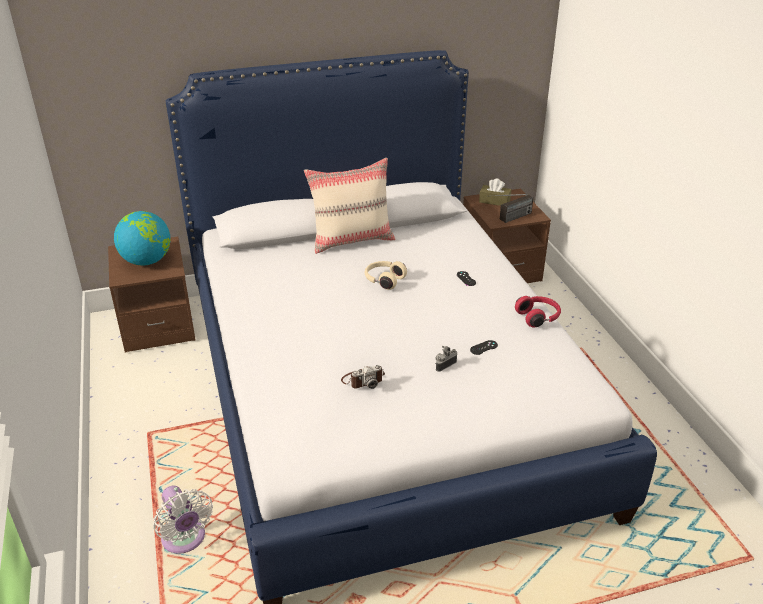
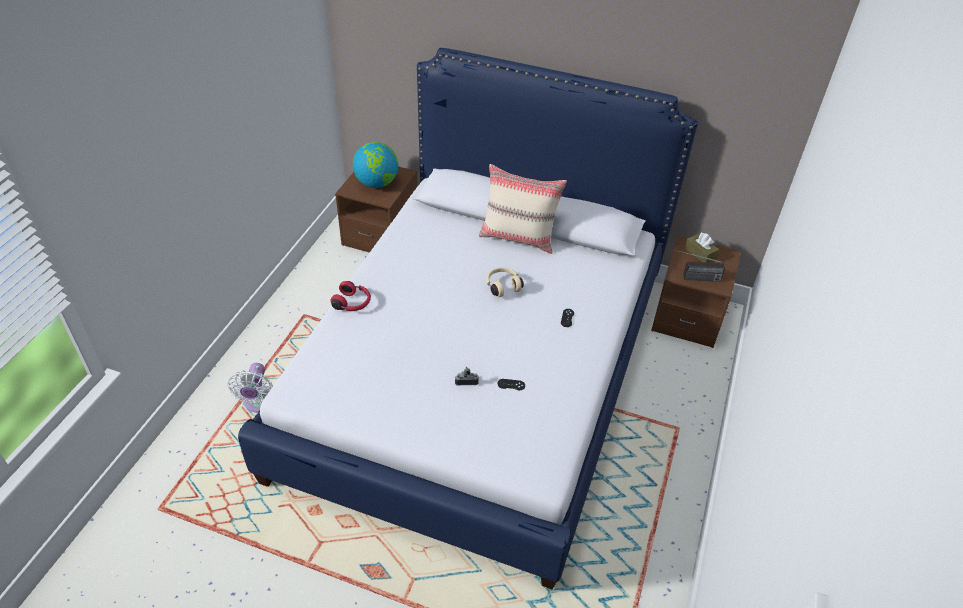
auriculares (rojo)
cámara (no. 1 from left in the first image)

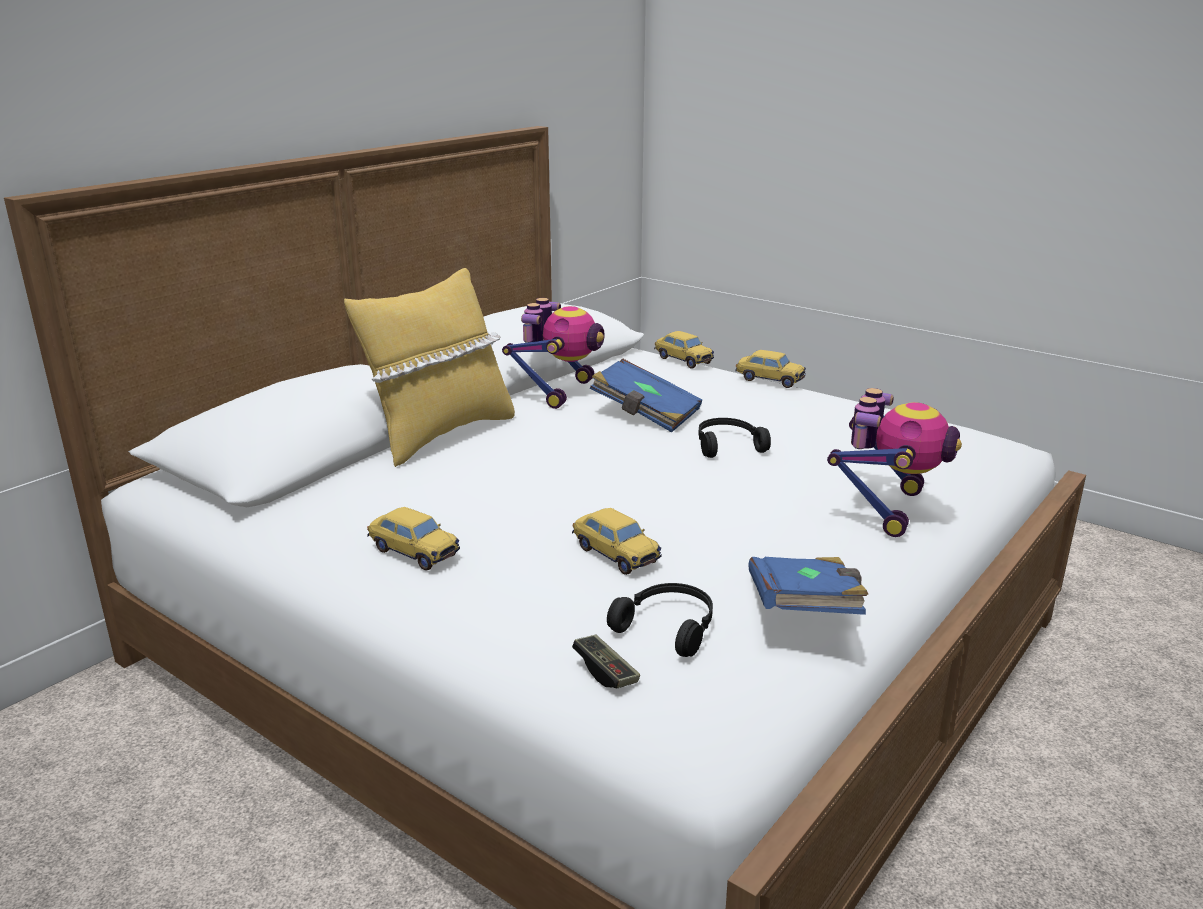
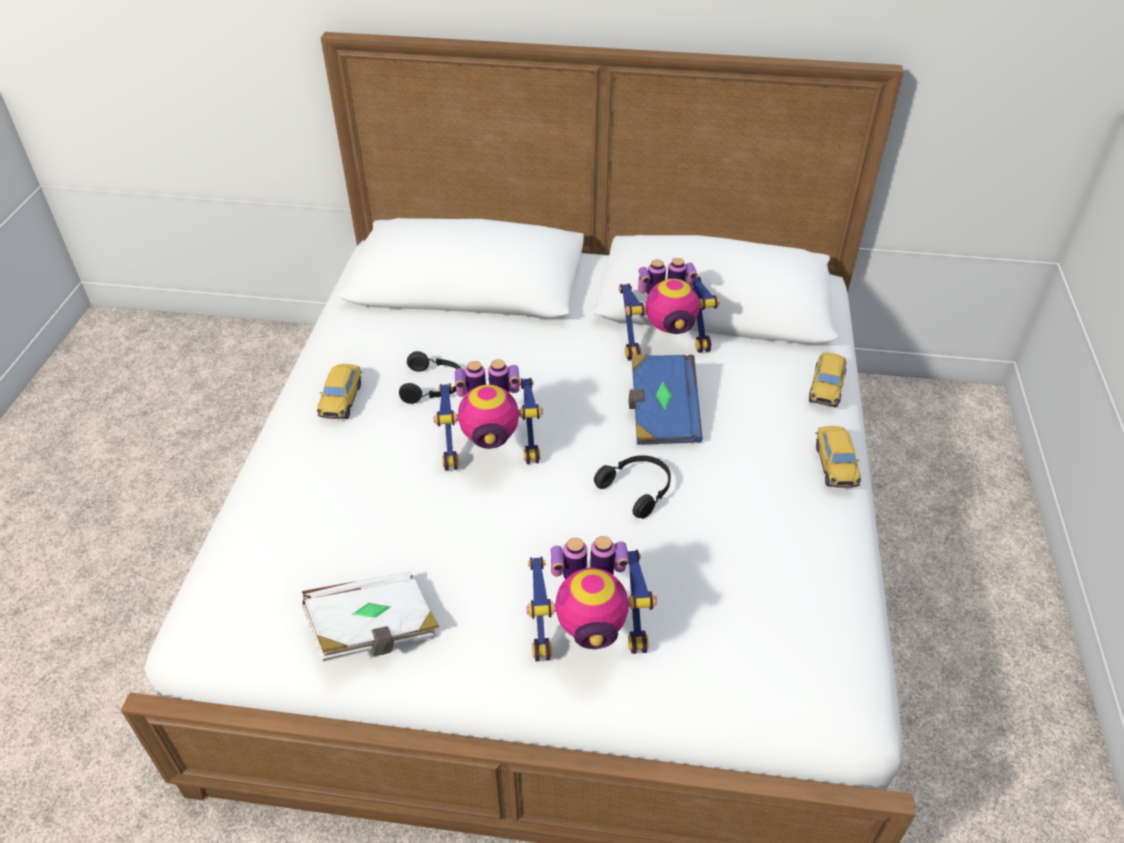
libro (blanco)
auriculares (negro) (no. 1 from left)
robot de juguete (no. 1 from left)
cojín (amarillo)
coche de juguete (no. 2 from left in the first image)
mando de consola

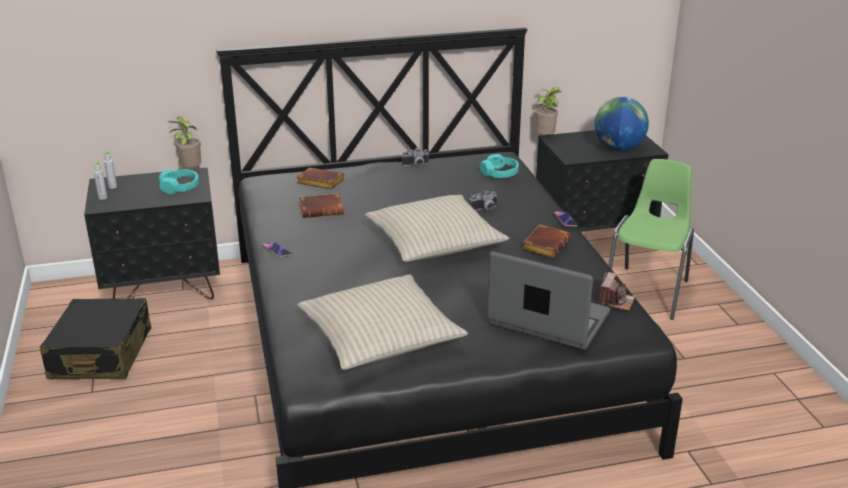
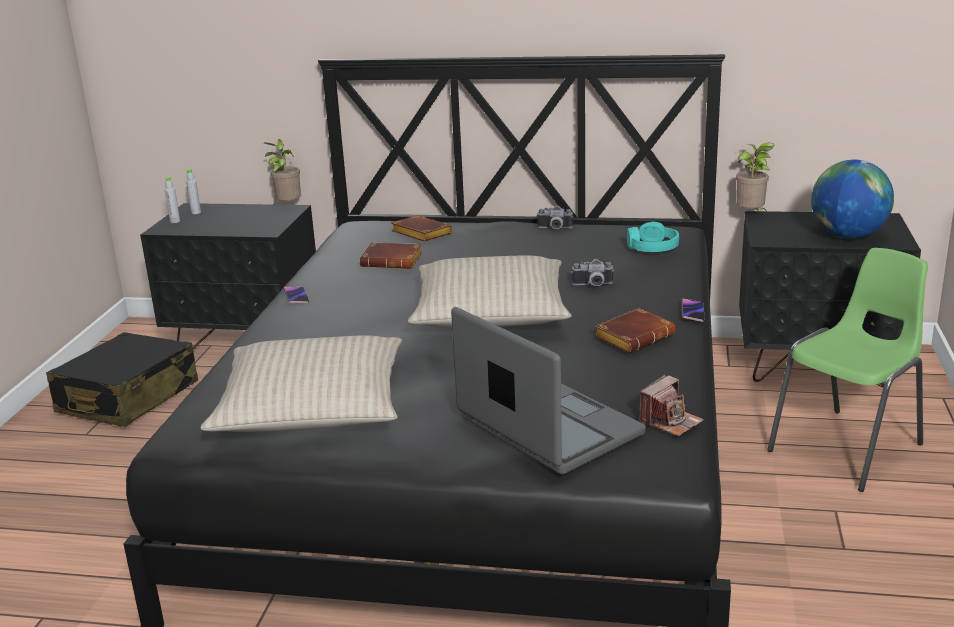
auriculares (turquesa) (no. 1 from left in the first image)

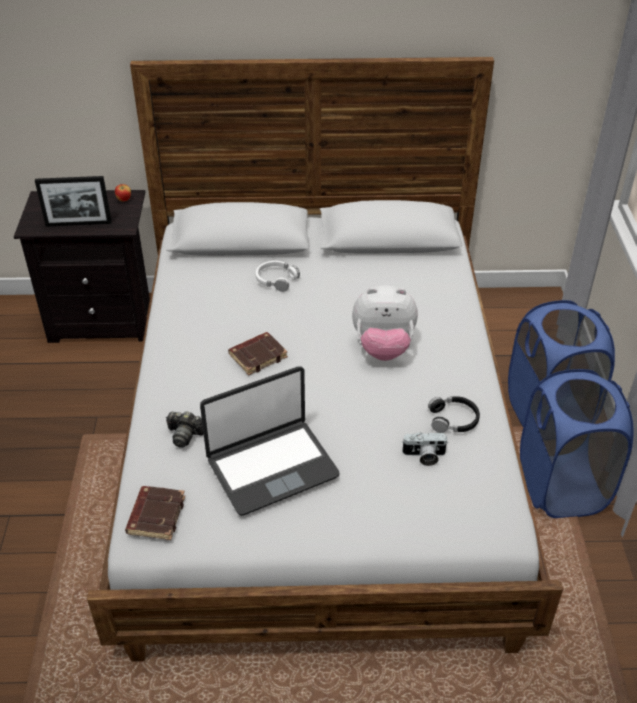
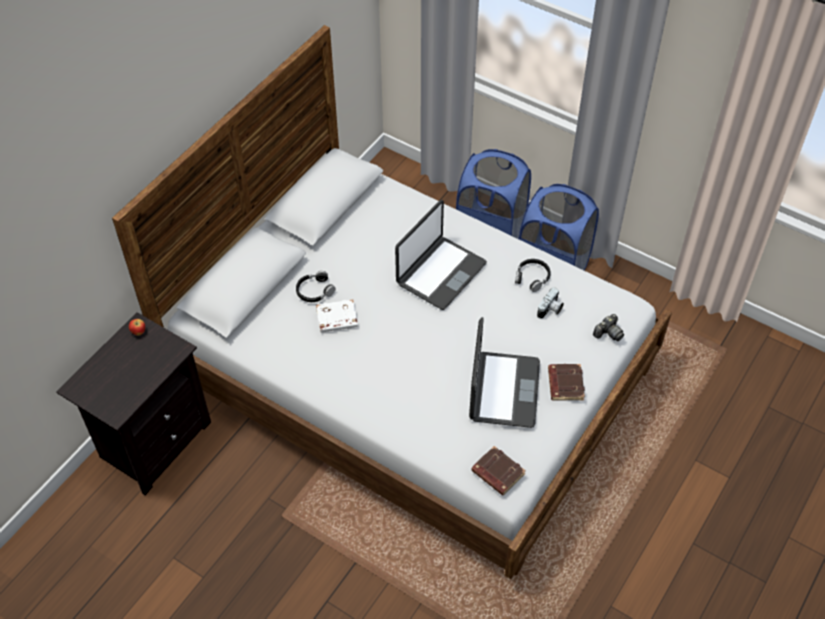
auriculares (negro) (no. 1 from left)
libro (blanco)
portátil (no. 1 from left)
libro (marrón) (no. 2 from left)
cámara (no. 2 from left)
portarretratos

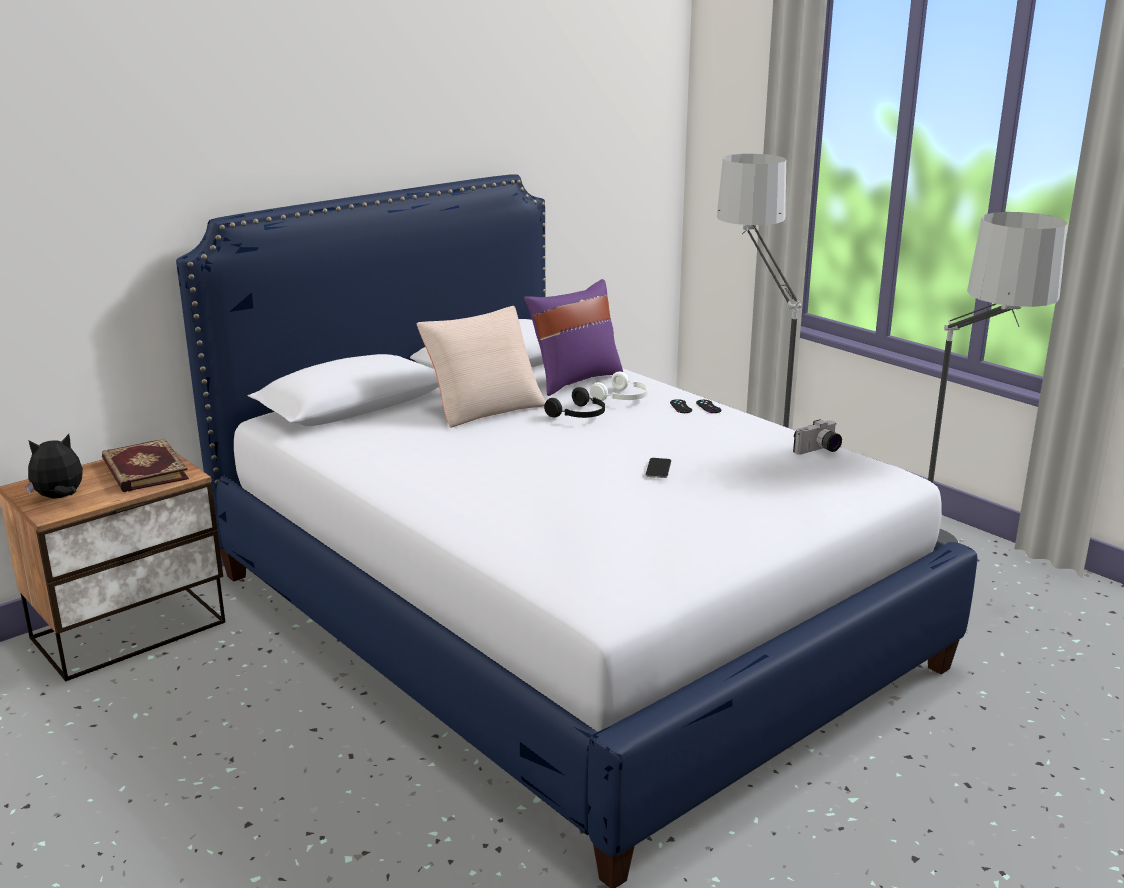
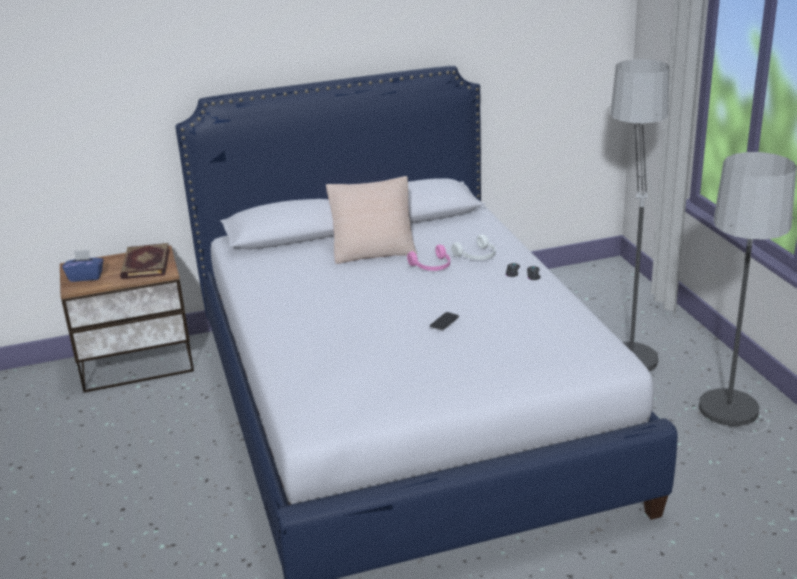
caja de pañuelos (azul)
auriculares (rosa)
cojín (morado)
cámara

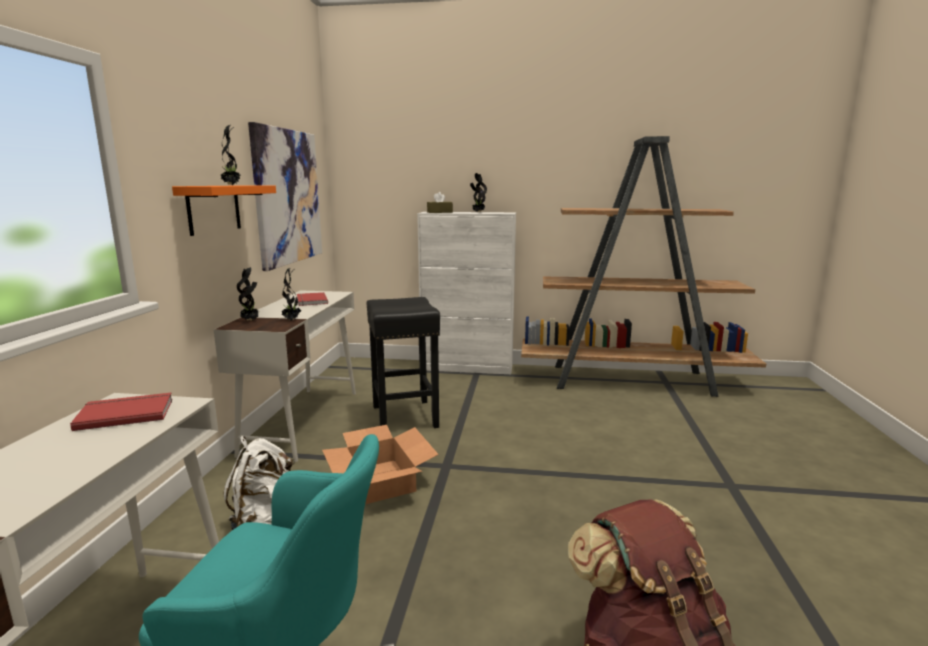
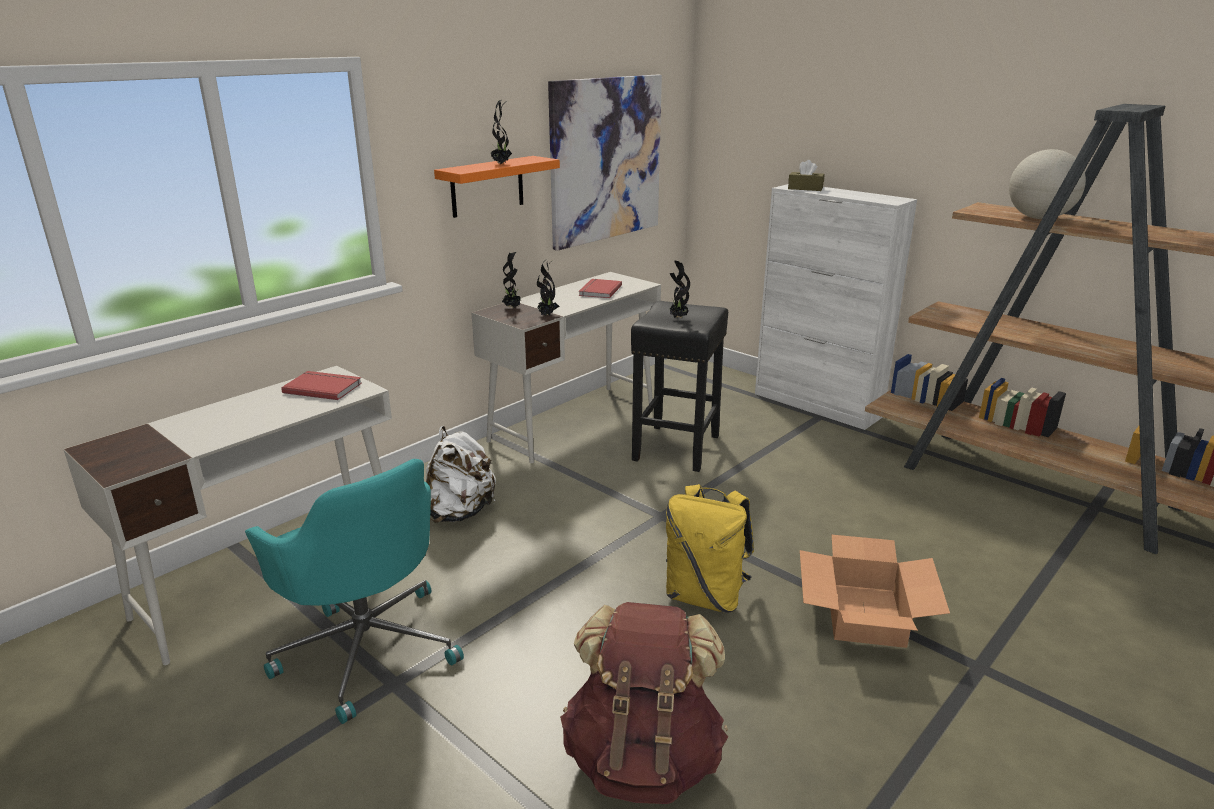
mochila (amarillo)
planta en maceta (no. 4 from left)
caja de cartón
globo terráqueo

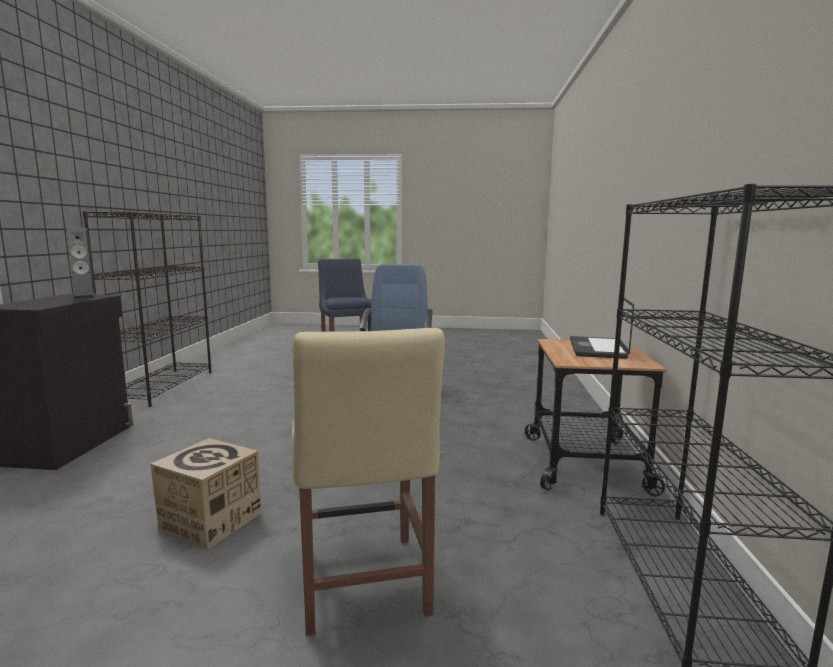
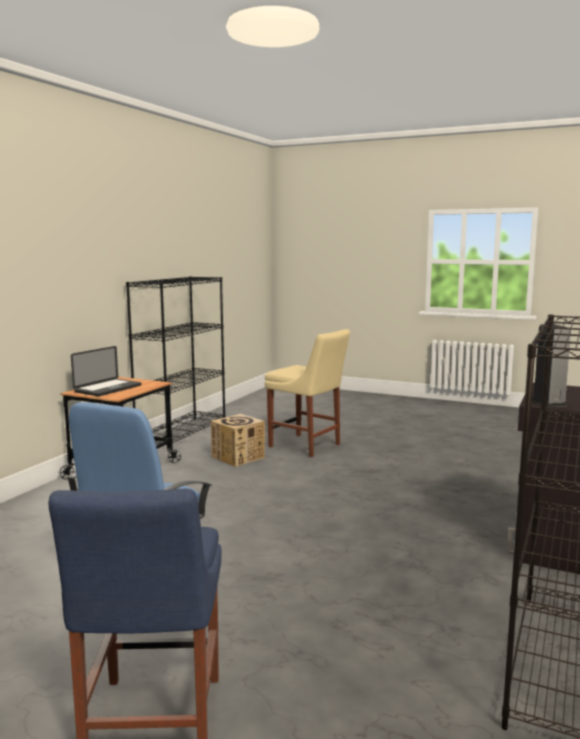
caja de cartón
silla (beis)

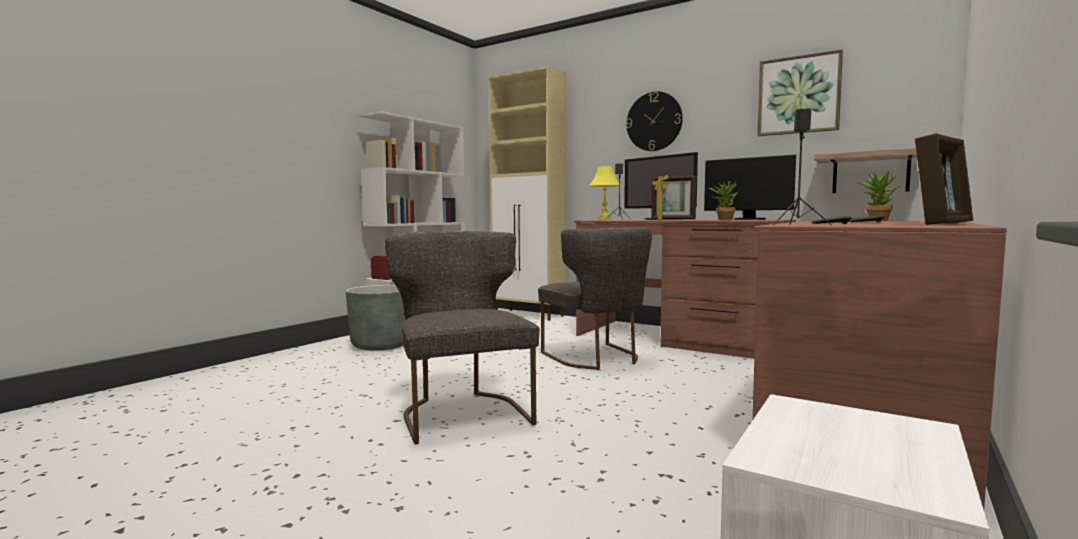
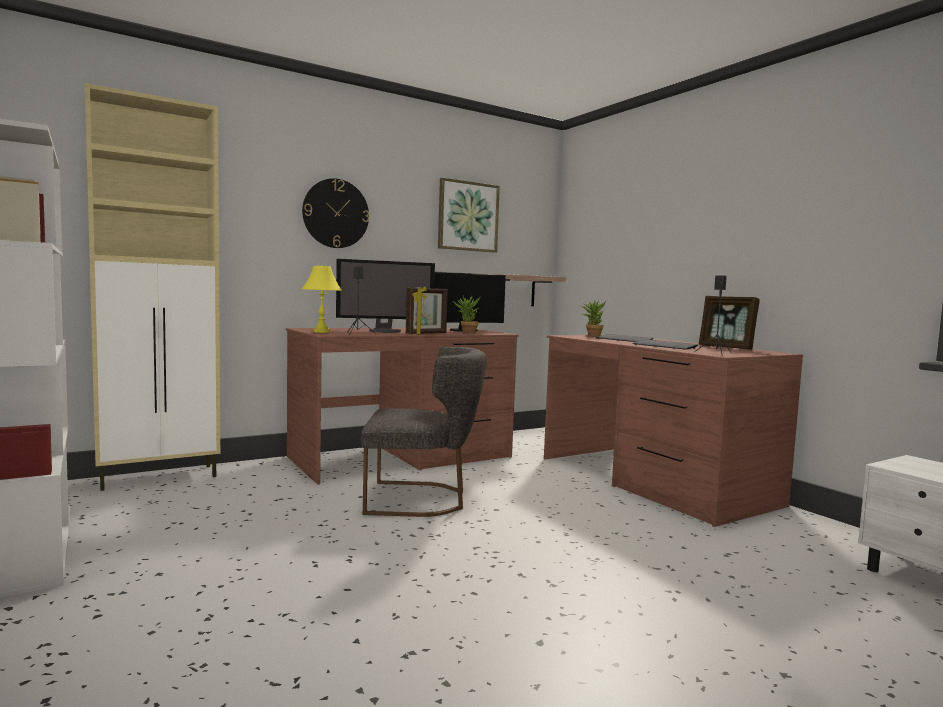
portarretratos (no. 2 from left)
maceta (gris)
silla (gris) (no. 1 from left in the first image)

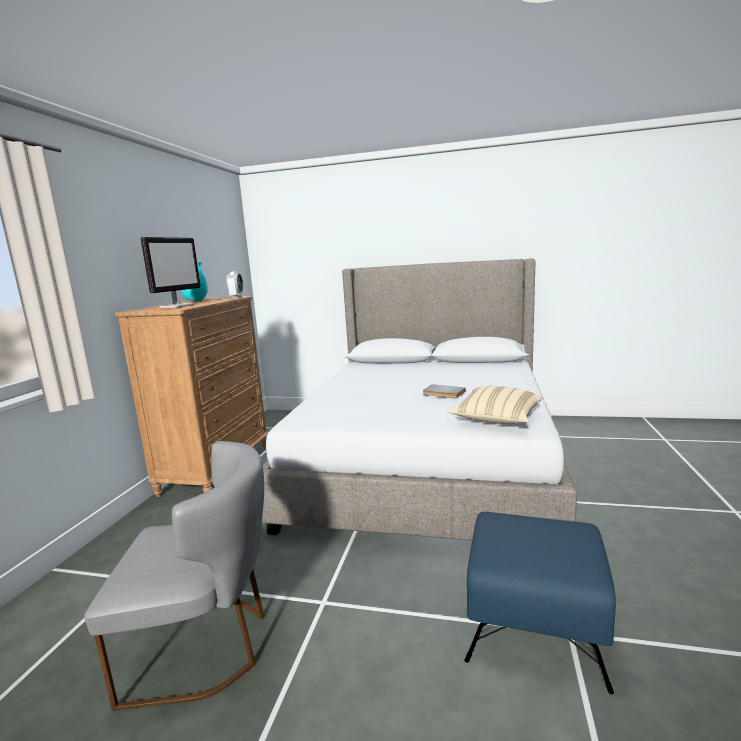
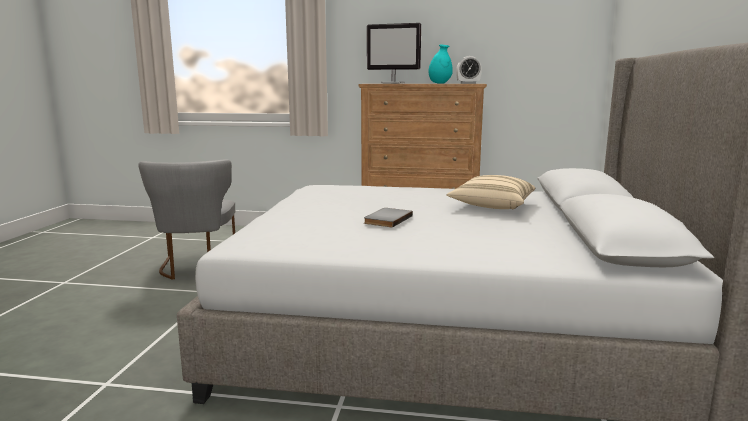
cojín (beis)
puf (azul)

